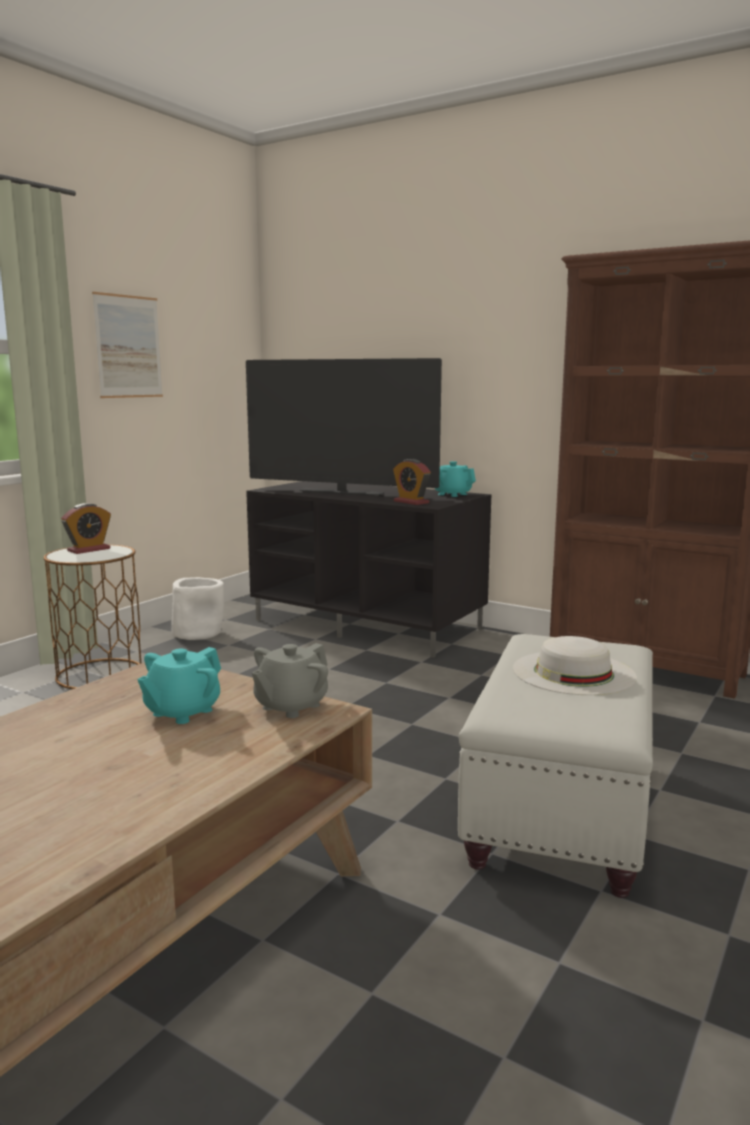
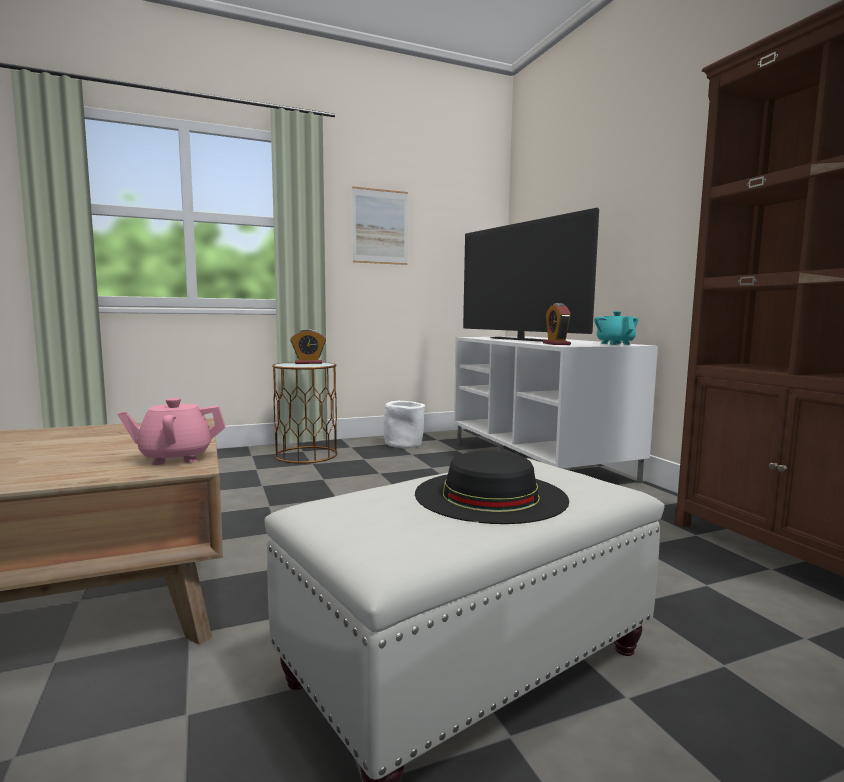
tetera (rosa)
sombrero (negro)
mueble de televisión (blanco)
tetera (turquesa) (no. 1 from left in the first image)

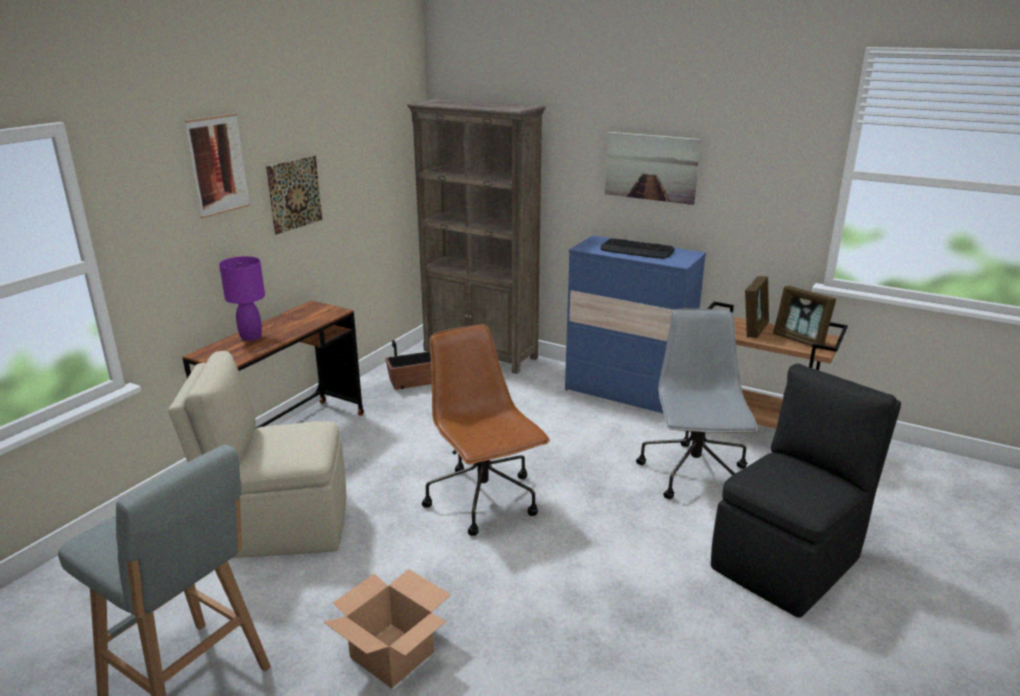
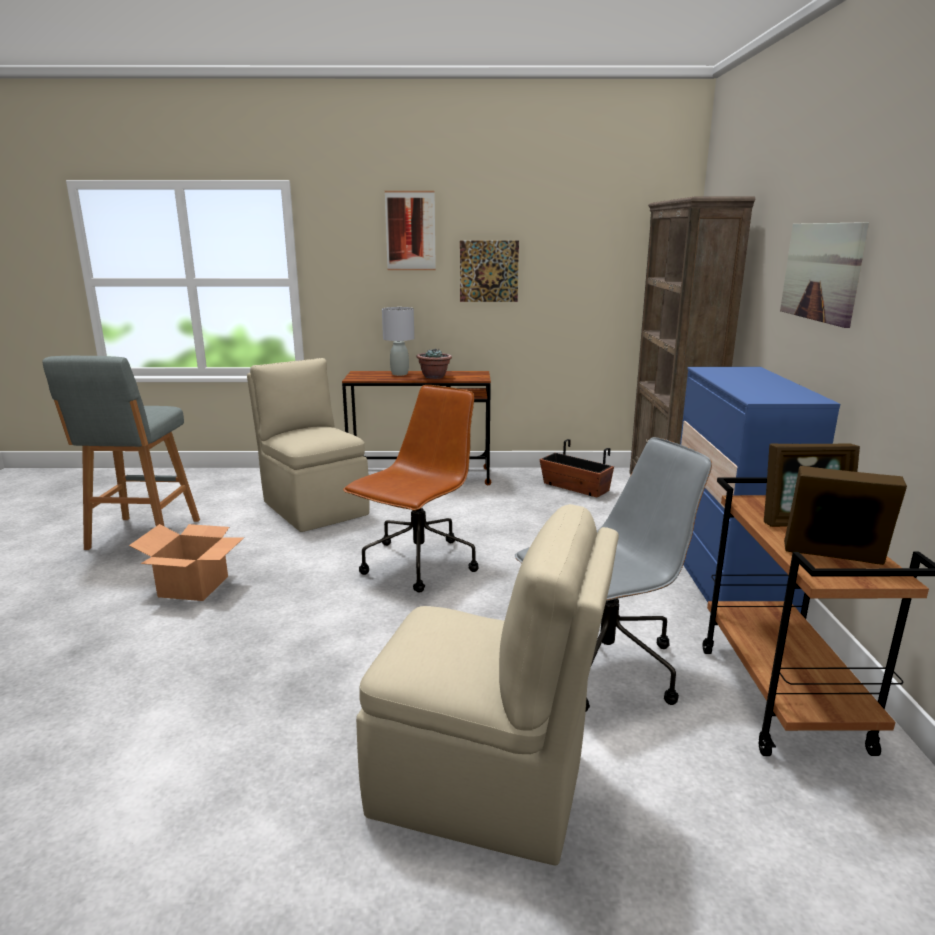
silla (beis) (no. 2 from left)
lámpara de mesa (gris)
planta en maceta
portarretratos (no. 2 from left)
teclado

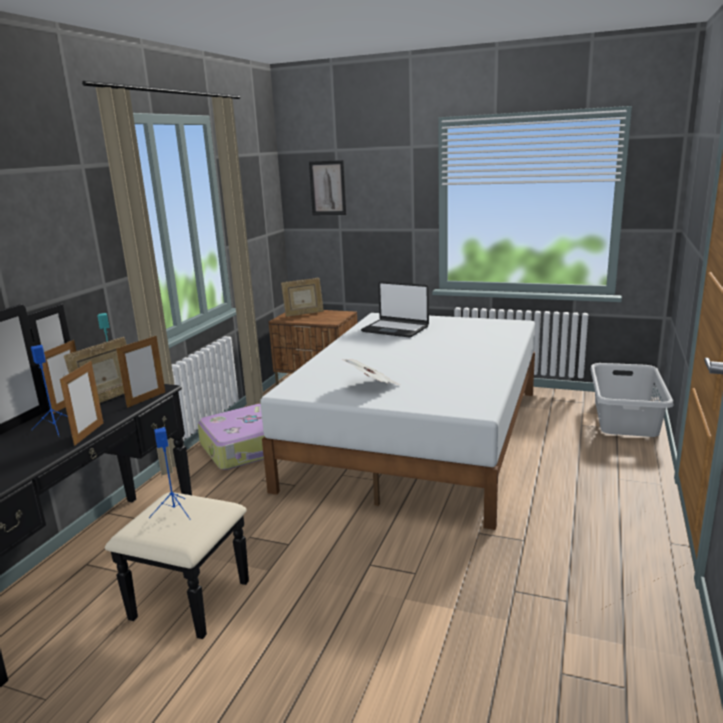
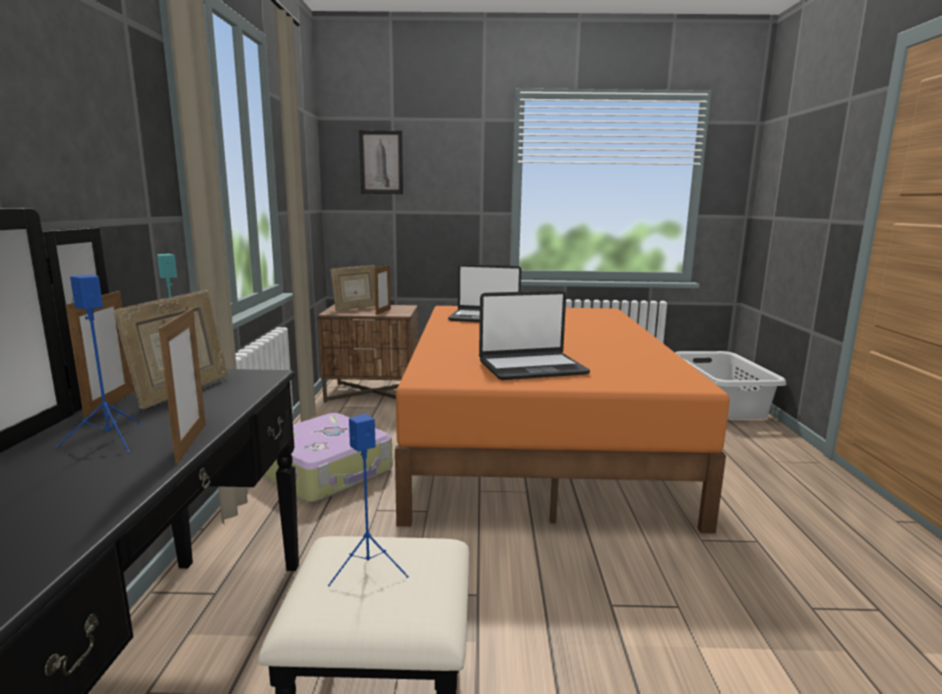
portarretratos (no. 5 from left)
cama (naranja)
portátil (no. 2 from left)

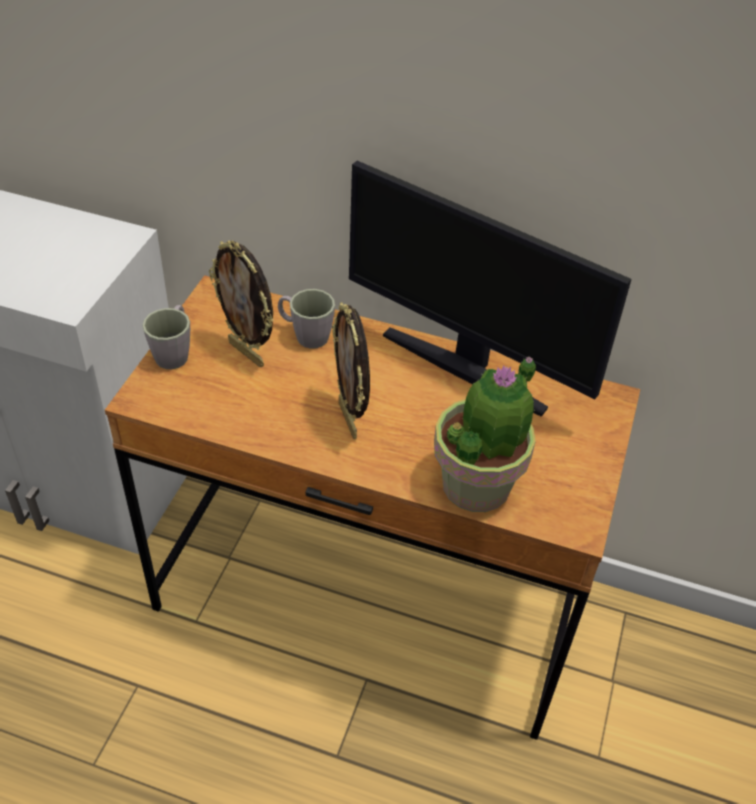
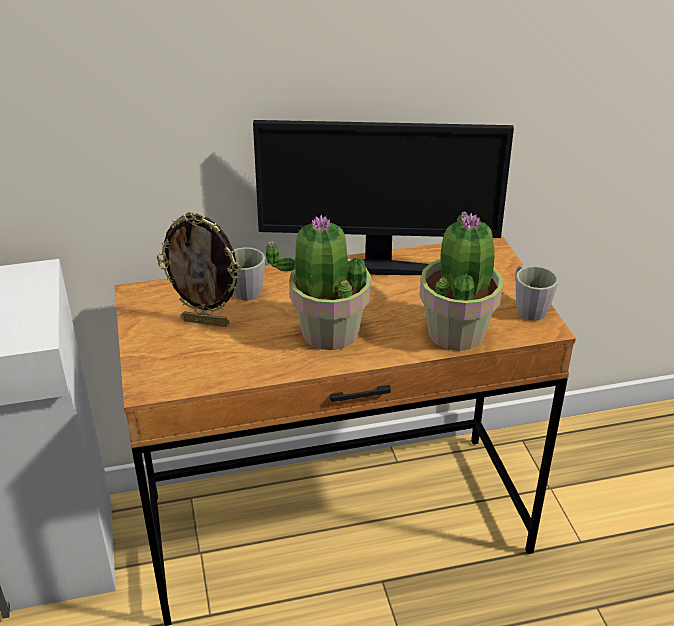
planta en maceta (no. 1 from left)
taza grande (gris) (no. 2 from left)

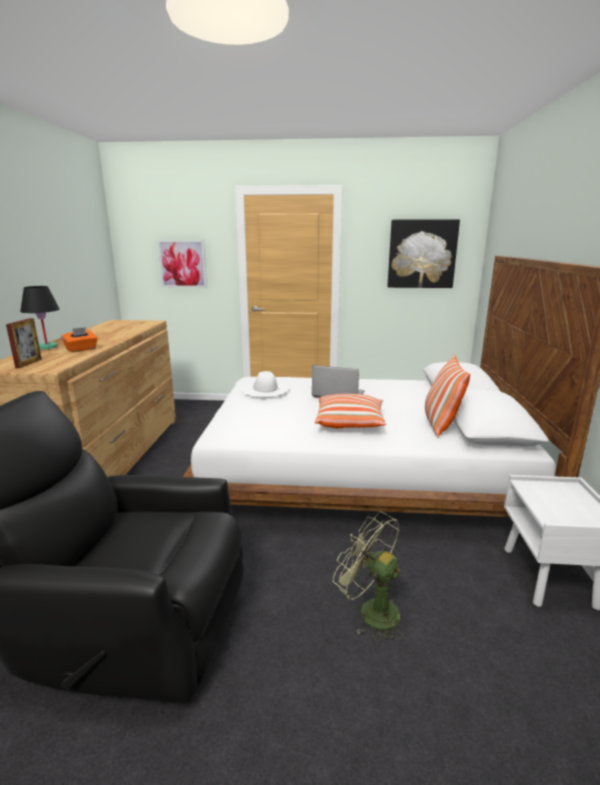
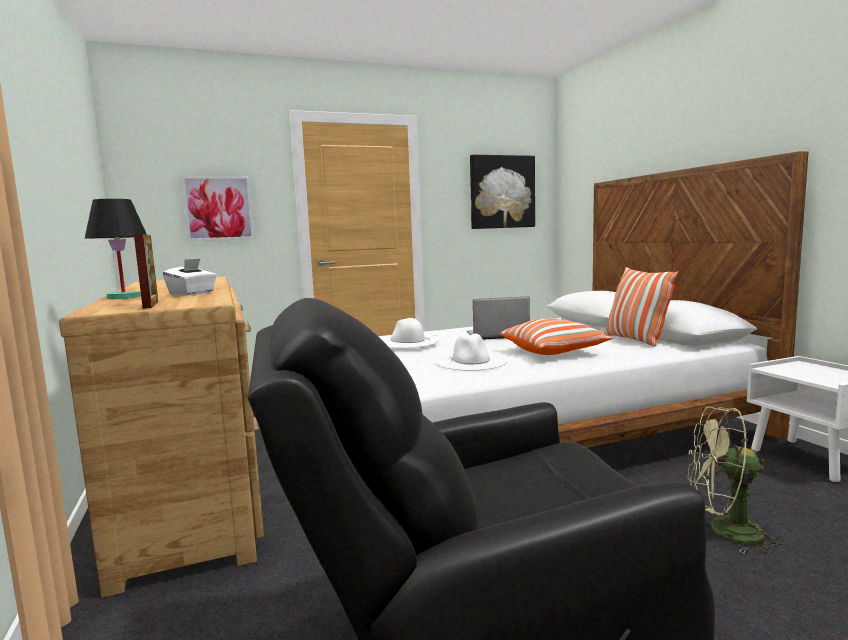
caja de pañuelos (blanco)
sombrero (blanco) (no. 2 from left)

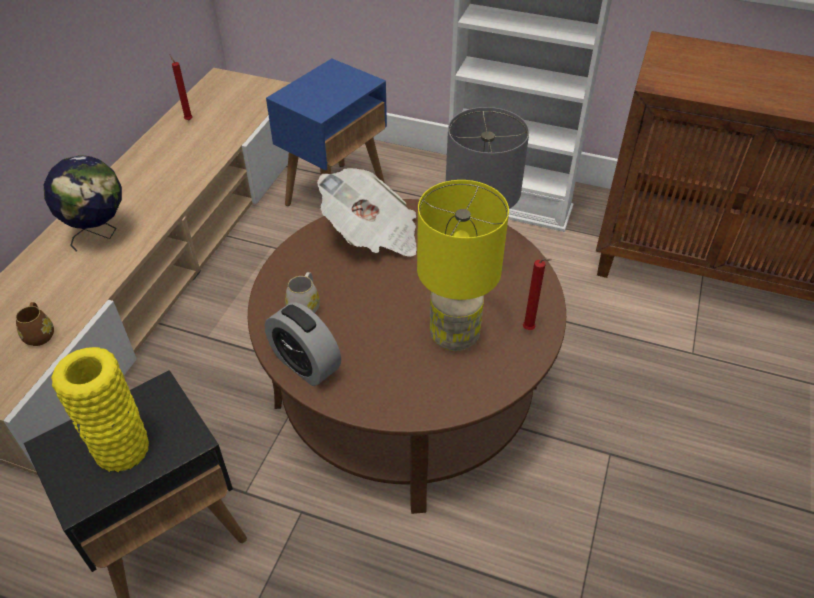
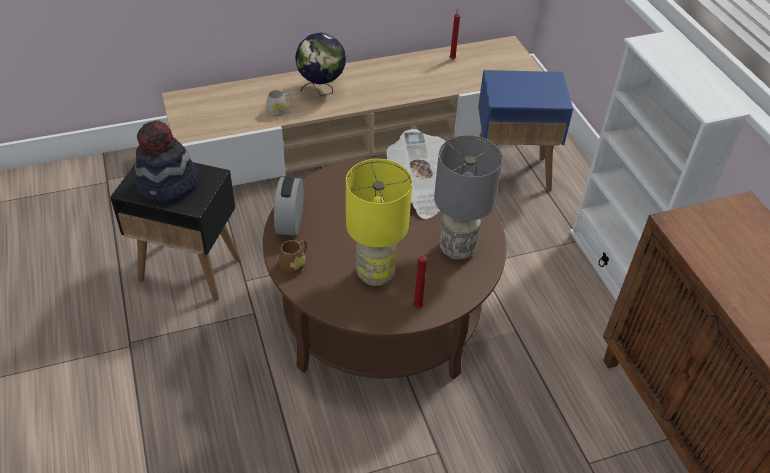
sombrero
taza grande (blanco)
taza grande (marrón)

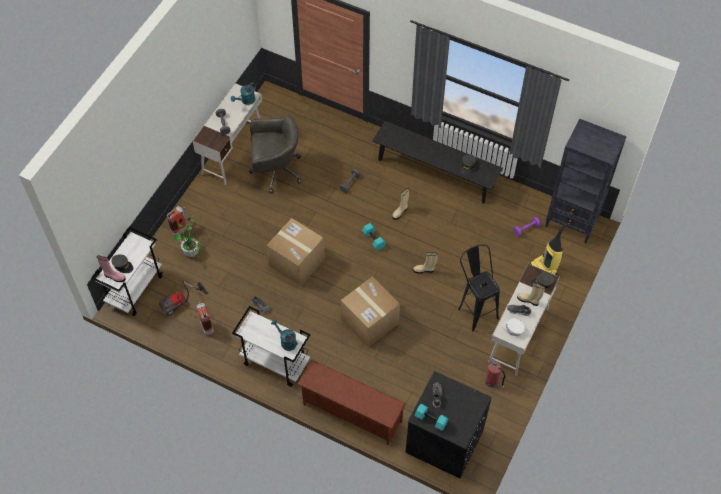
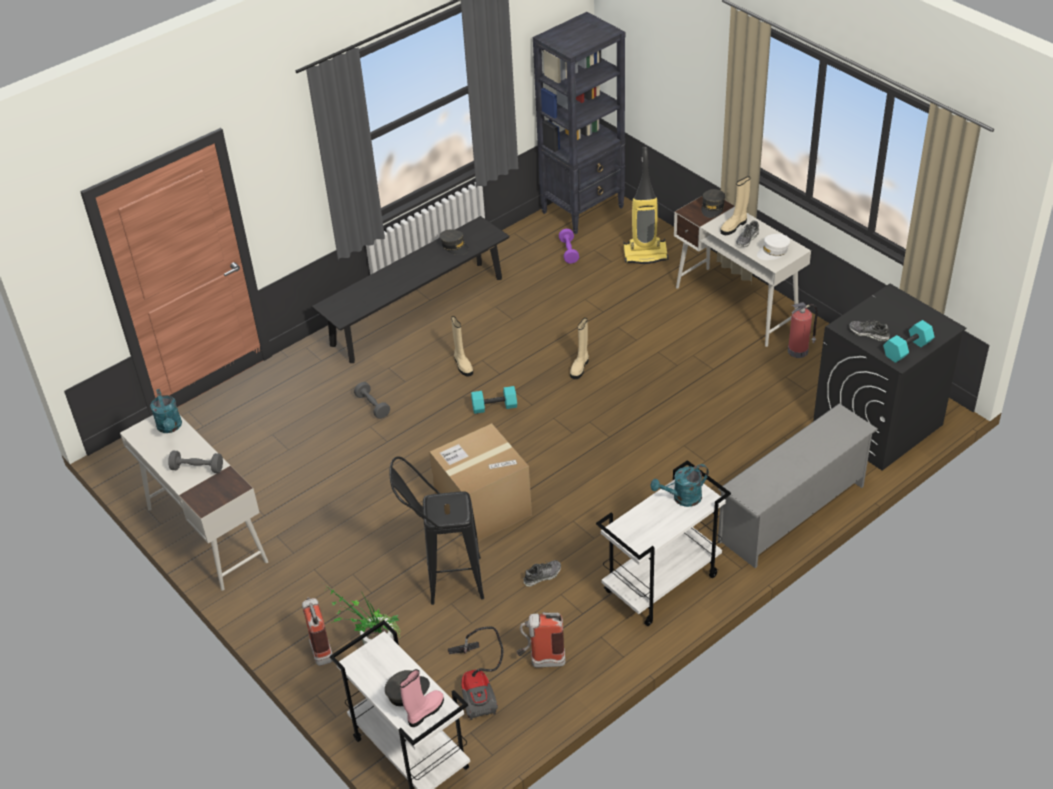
taburete (negro)
zapatero (gris)
silla de oficina (gris)
caja de cartón (no. 2 from left in the first image)

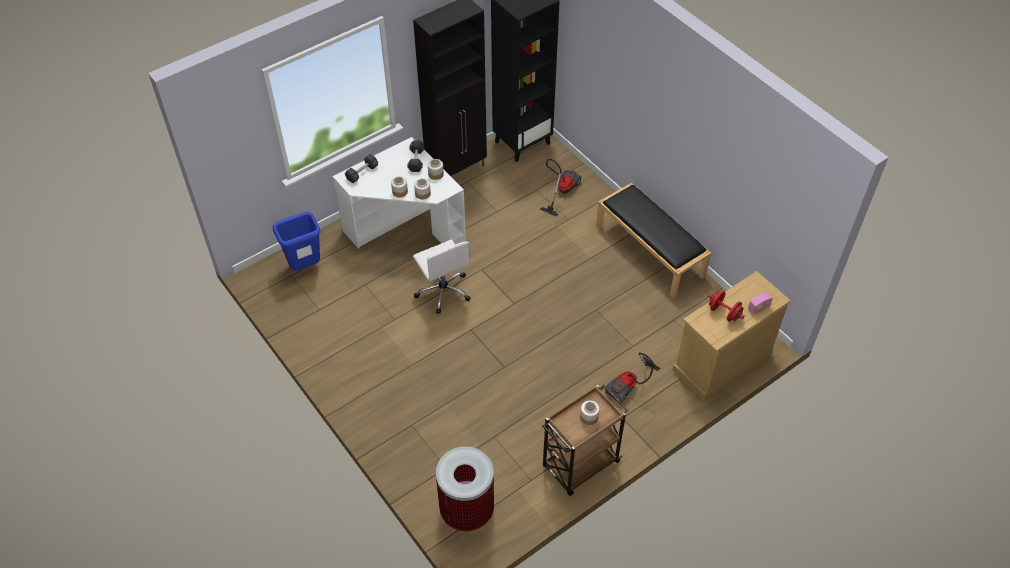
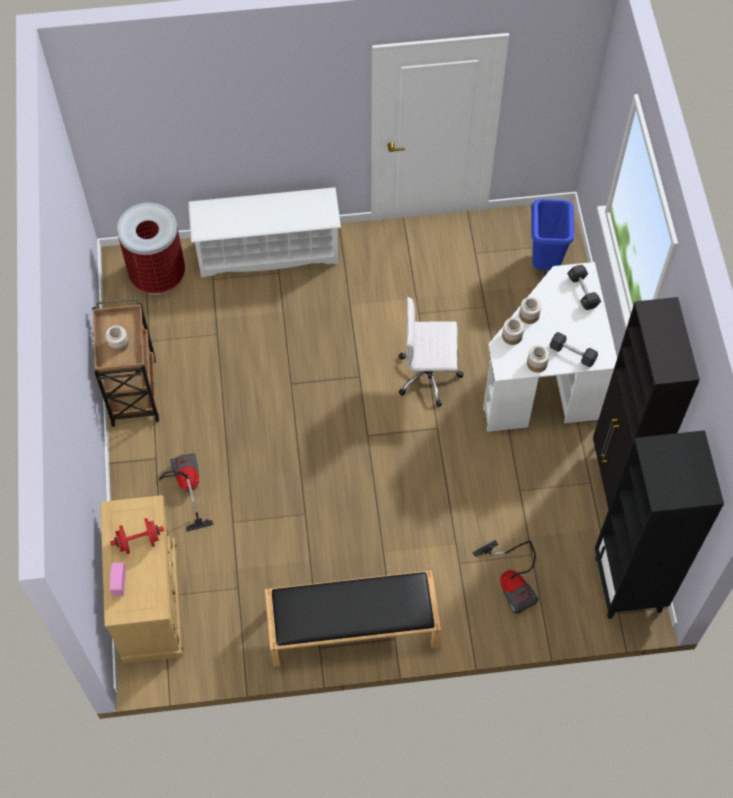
zapatero (blanco)

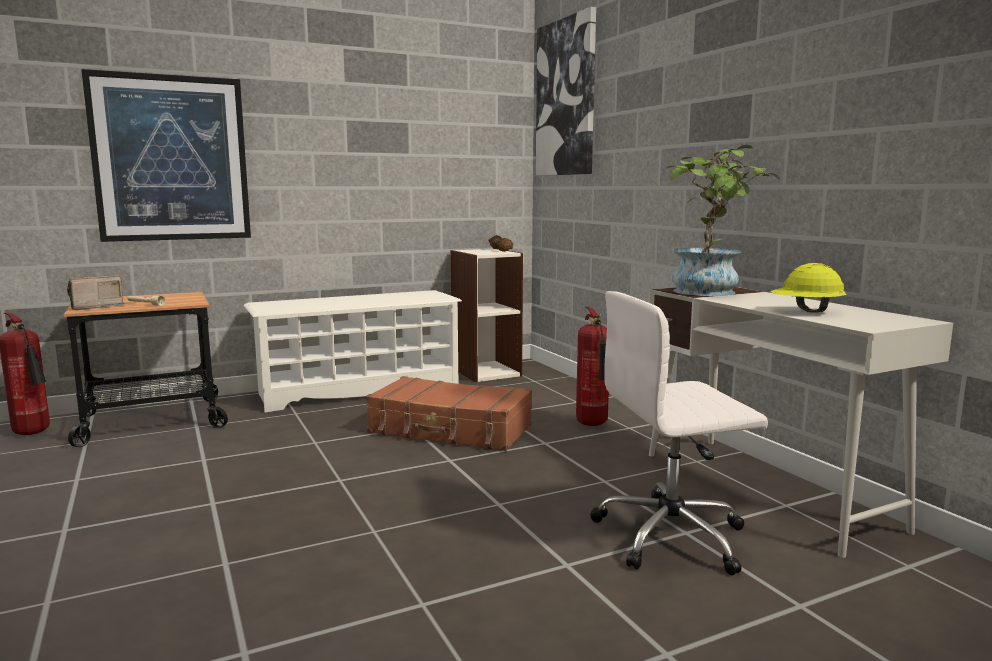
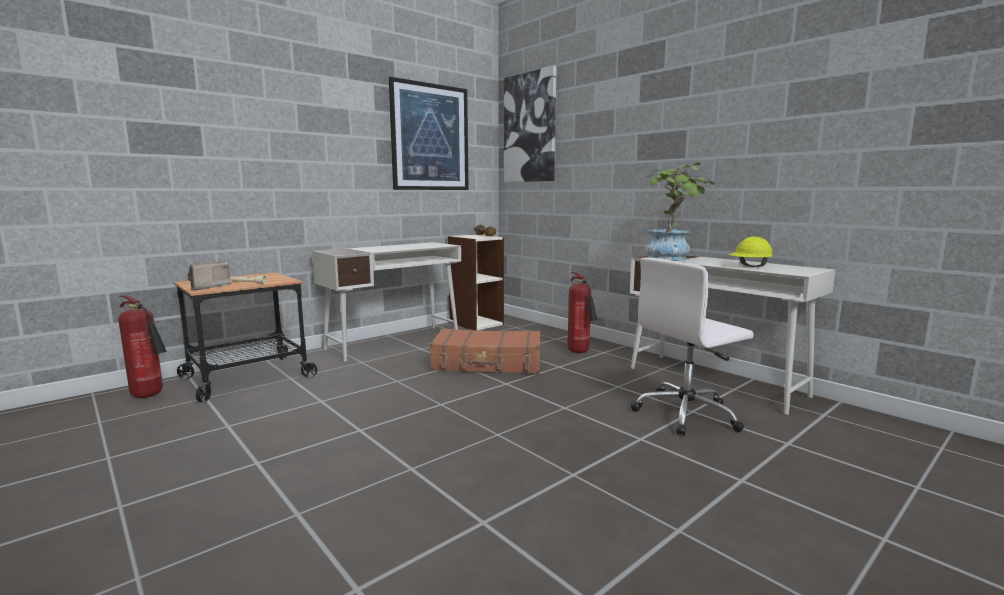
escritorio (blanco) (no. 1 from left)
cuadro (no. 1 from left)

